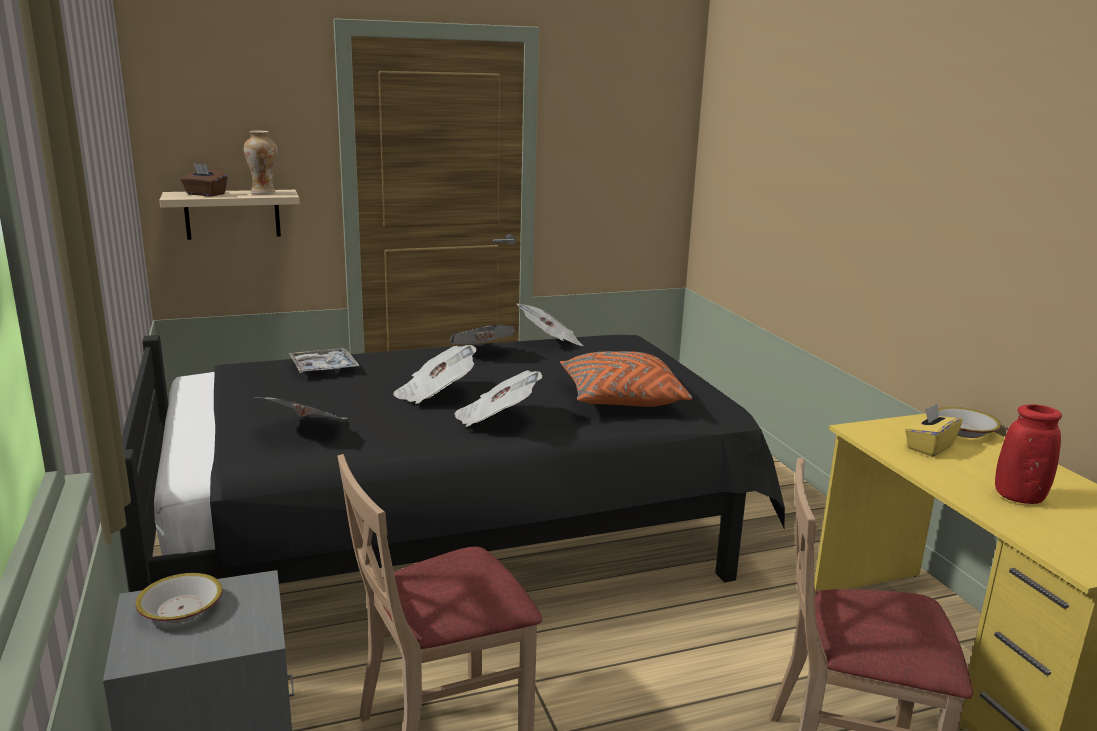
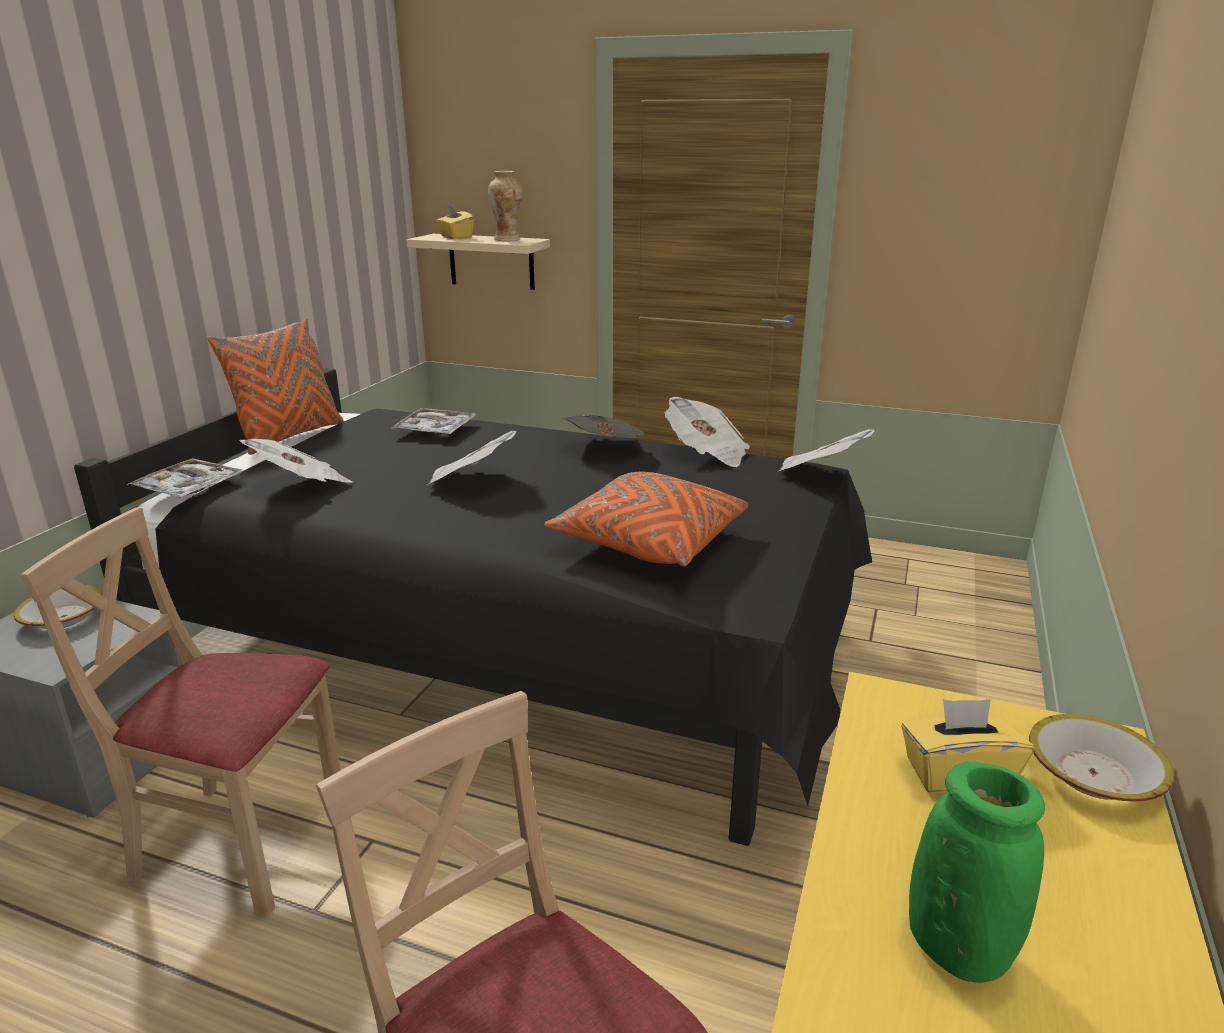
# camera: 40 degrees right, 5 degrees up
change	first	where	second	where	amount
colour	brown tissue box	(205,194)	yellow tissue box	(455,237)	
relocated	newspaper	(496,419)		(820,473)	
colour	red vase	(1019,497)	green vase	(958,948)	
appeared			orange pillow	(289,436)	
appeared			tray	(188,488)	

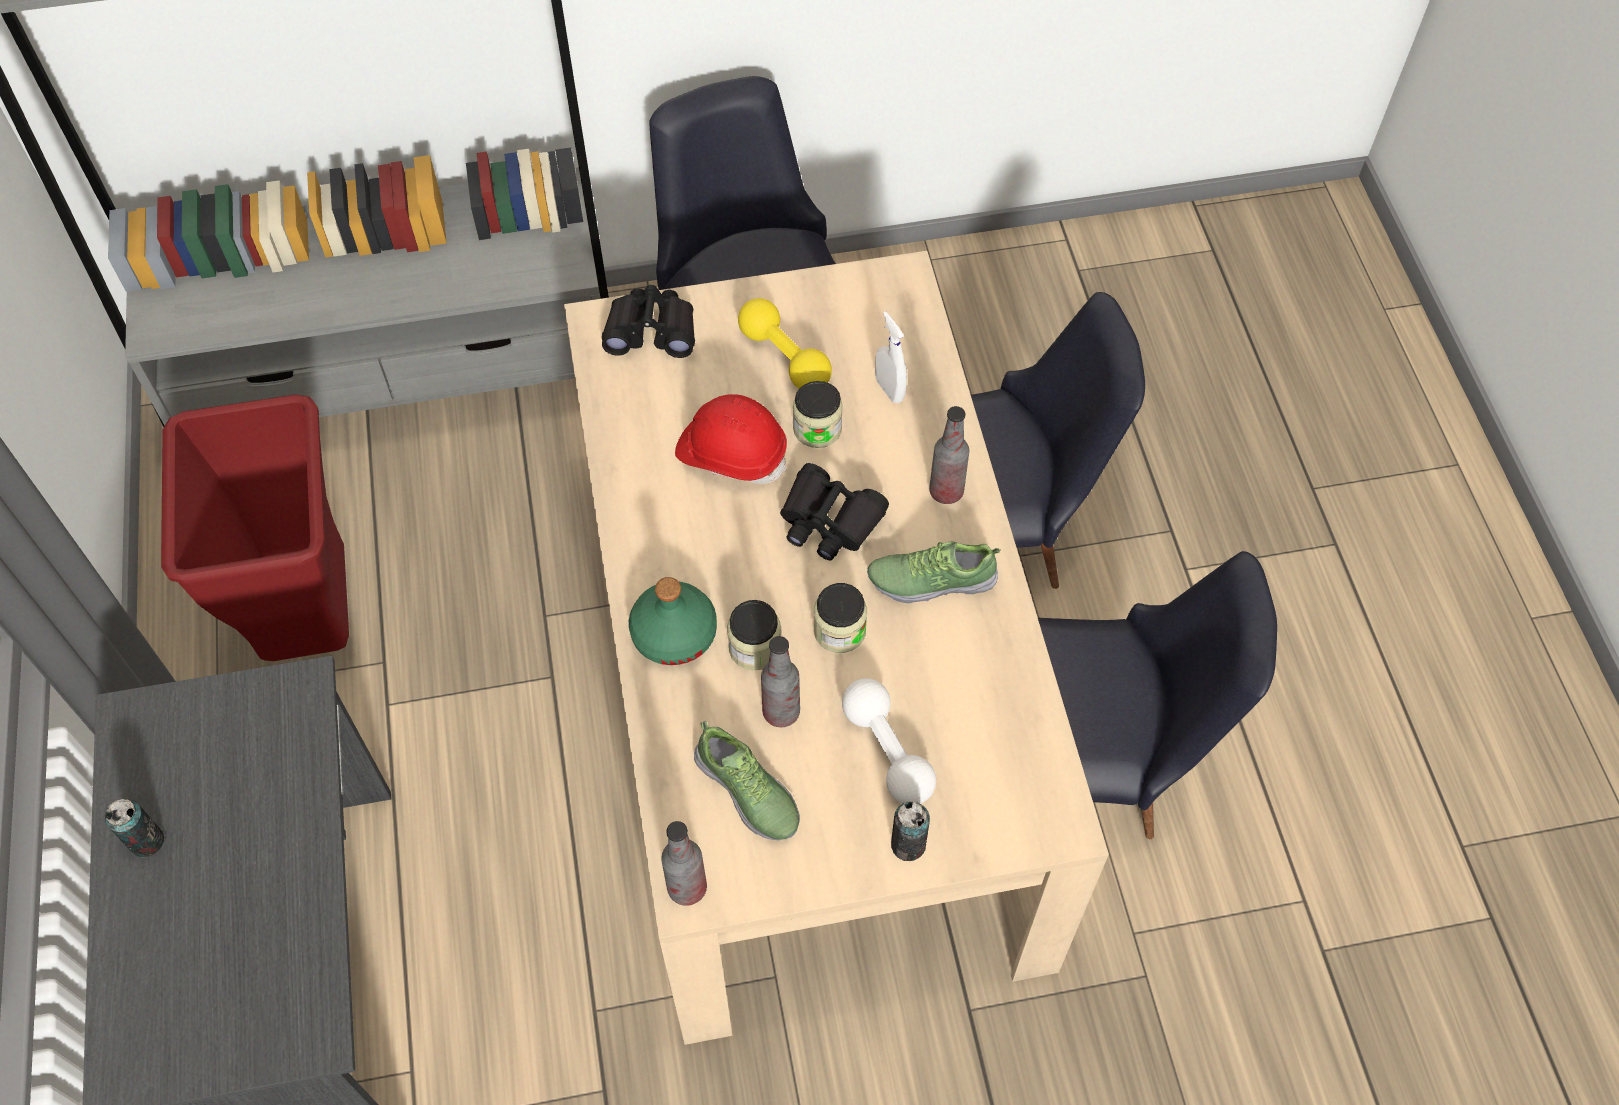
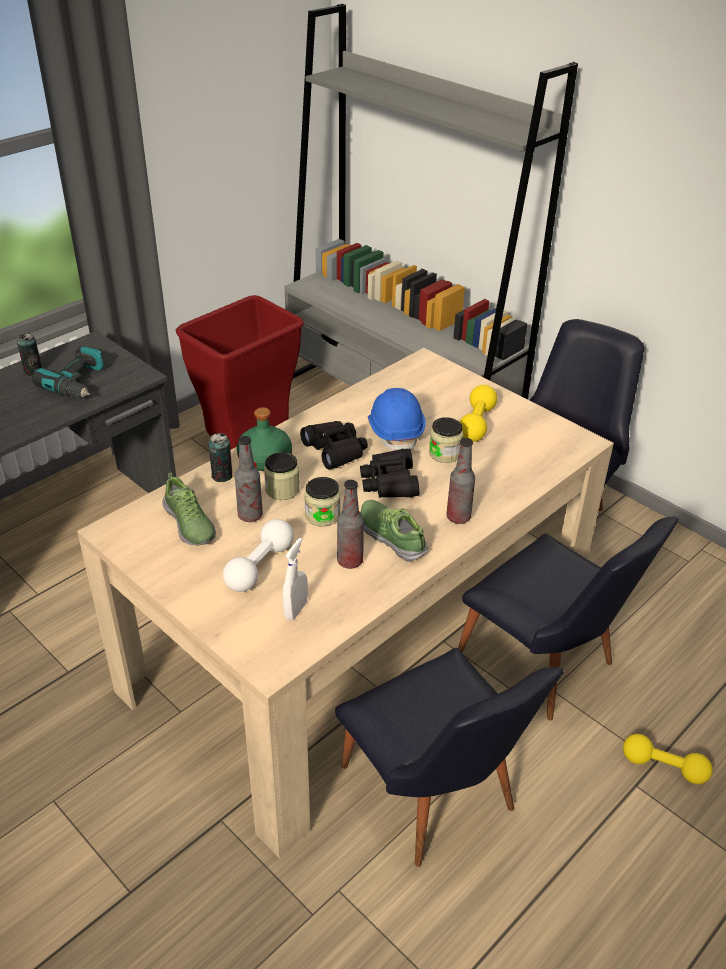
# camera: 55 degrees right, 20 degrees down
change	first	where	second	where	amount
relocated	black binoculars	(651,331)		(335,450)	
relocated	white spray bottle	(889,390)		(296,610)	
colour	red hard hat	(732,453)	blue hard hat	(395,432)	
spun	shoe	(748,792)		(189,525)	45 degrees counterclockwise
relocated	can	(908,845)		(222,476)	
relocated	bottle	(687,888)		(350,561)	
appeared			power drill	(78,383)	
appeared			yellow dumbbell	(663,767)	

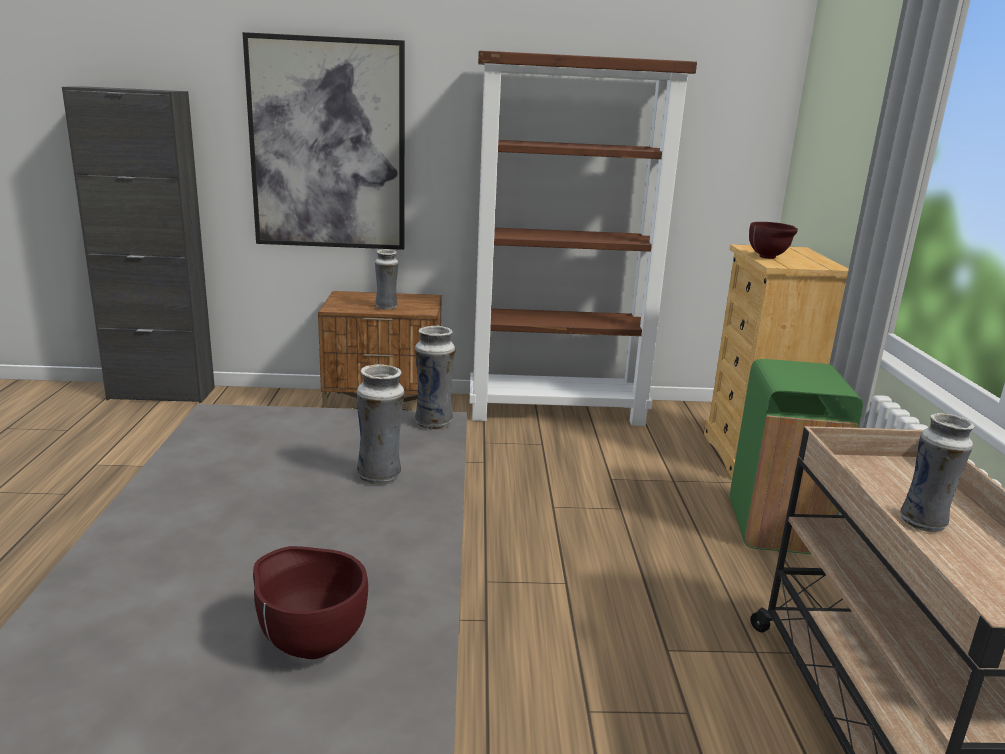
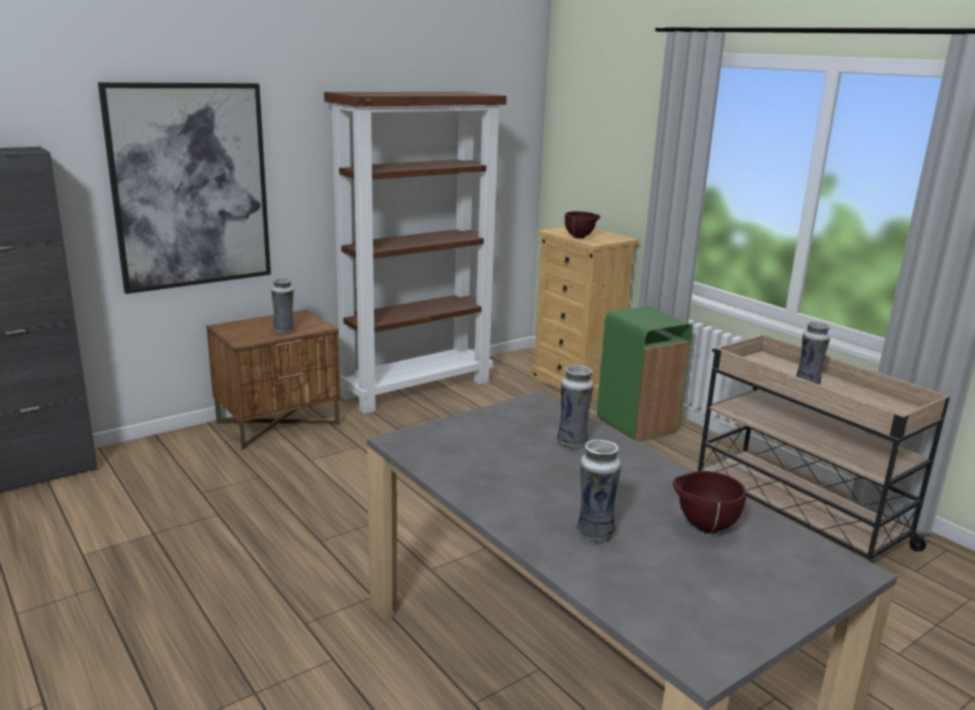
# camera: 35 degrees left, 0 degrees up
change	first	where	second	where	amount
relocated	vase	(434,422)		(594,533)	

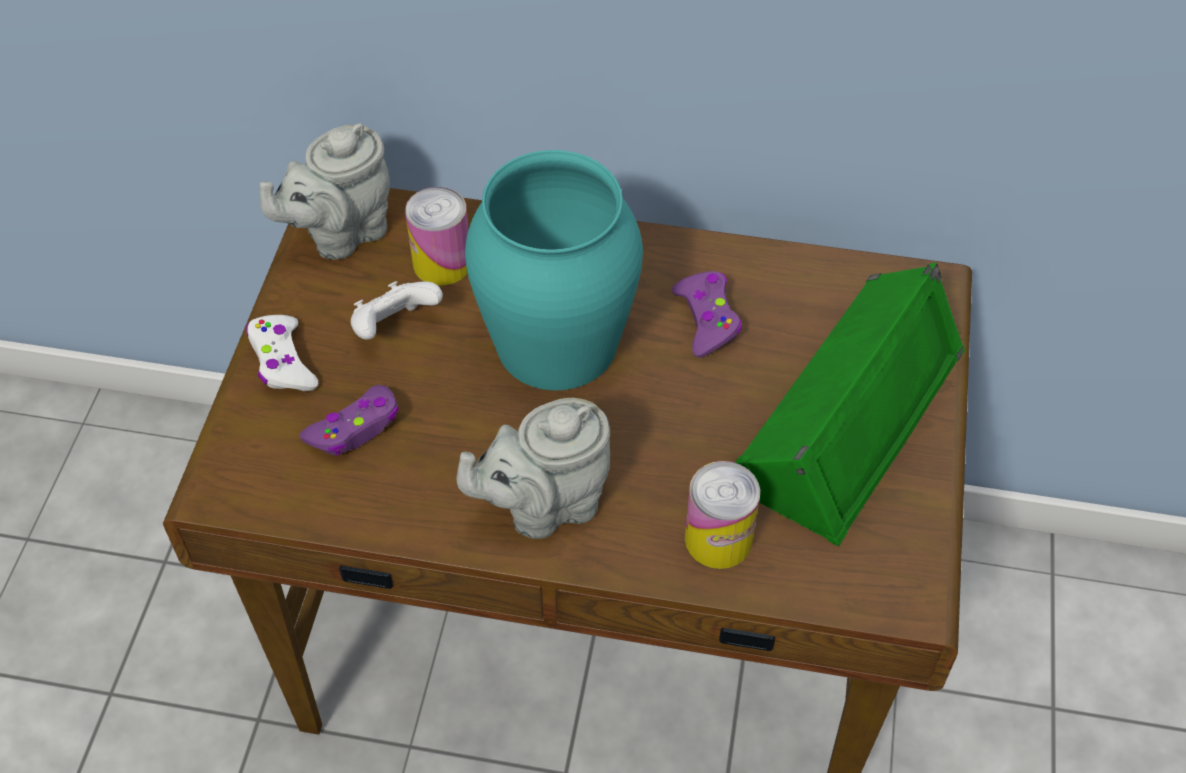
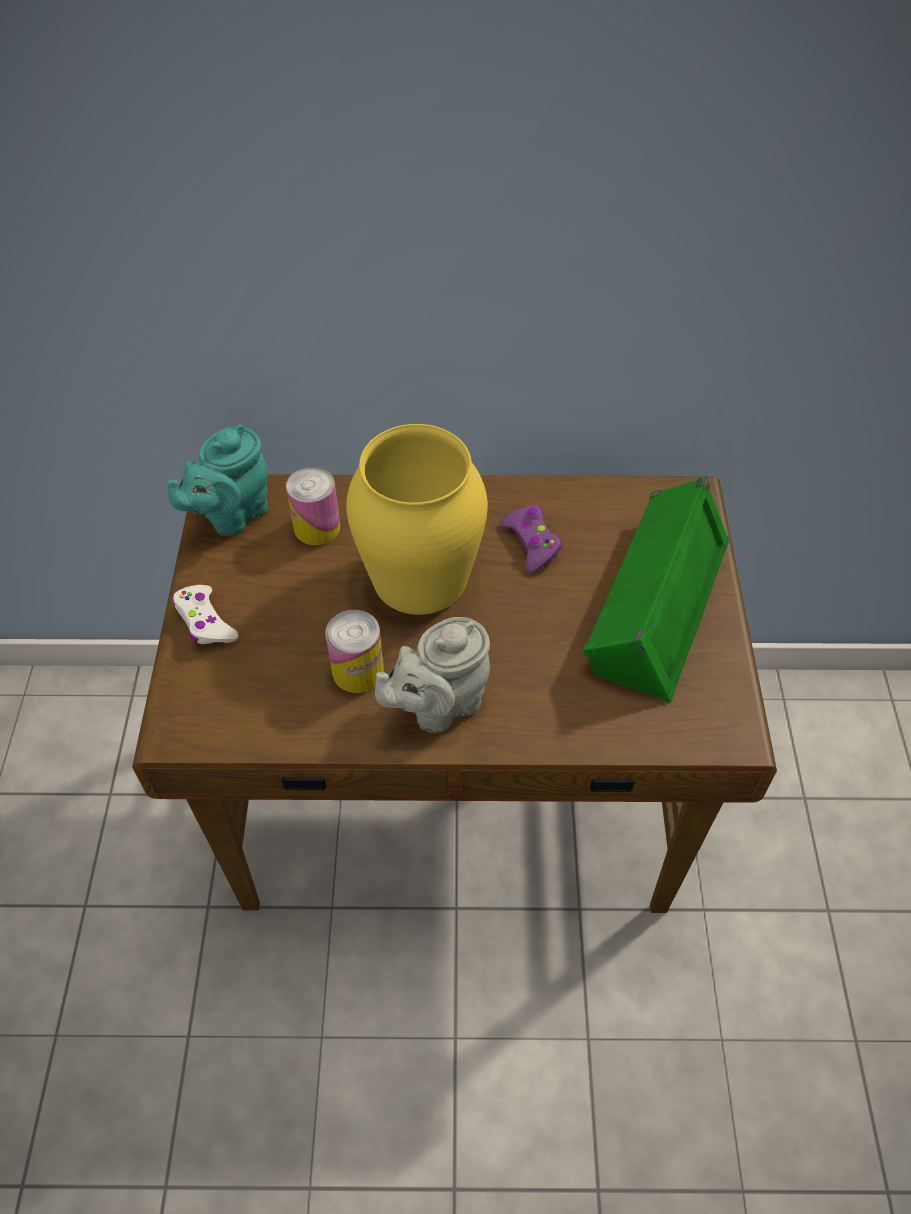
# camera: 10 degrees left, 0 degrees up
change	first	where	second	where	amount
colour	grey teapot	(341,233)	turquoise teapot	(231,515)	
colour	turquoise vase	(555,342)	yellow vase	(418,576)	
missing	white game controller	(394,327)			
missing	purple game controller	(355,428)			
relocated	can	(718,539)		(358,671)	

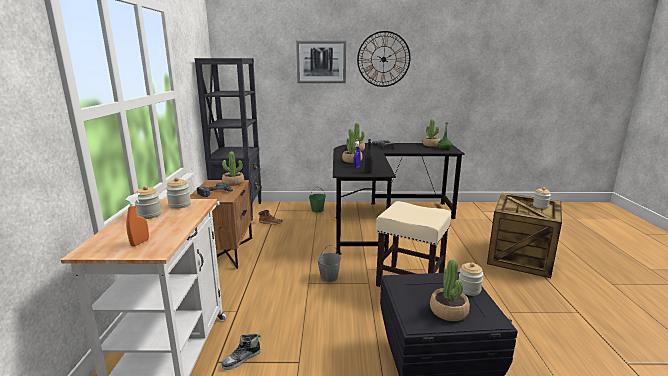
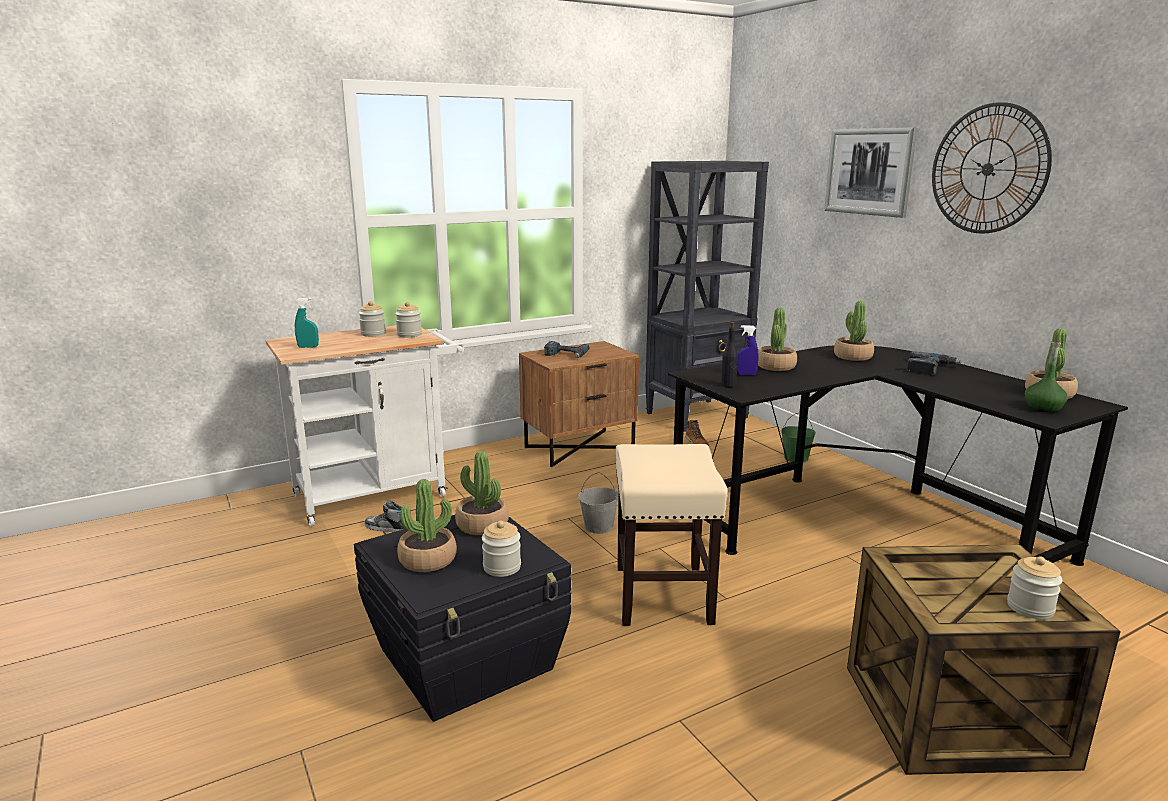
# camera: 60 degrees right, 0 degrees up
change	first	where	second	where	amount
relocated	potted plant	(233,183)		(482,525)	
colour	orange spray bottle	(140,243)	turquoise spray bottle	(308,347)	

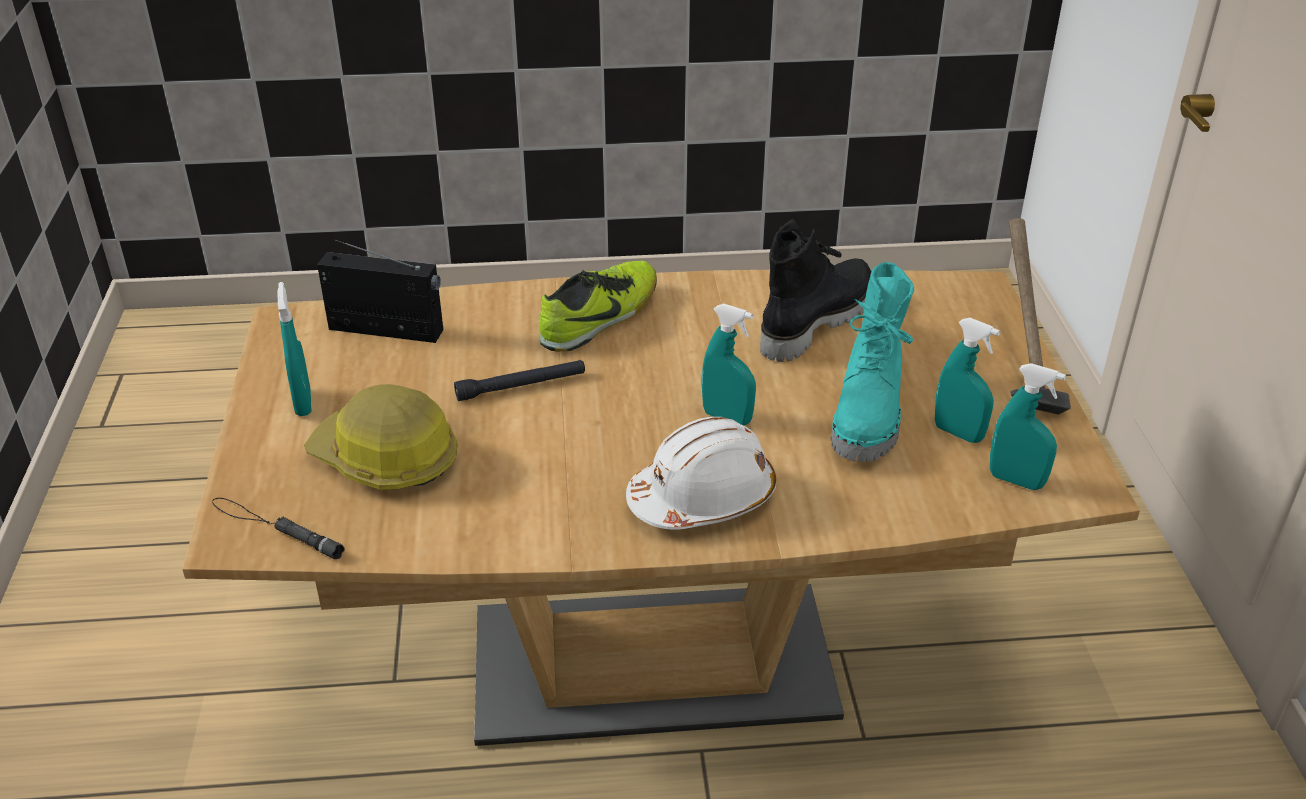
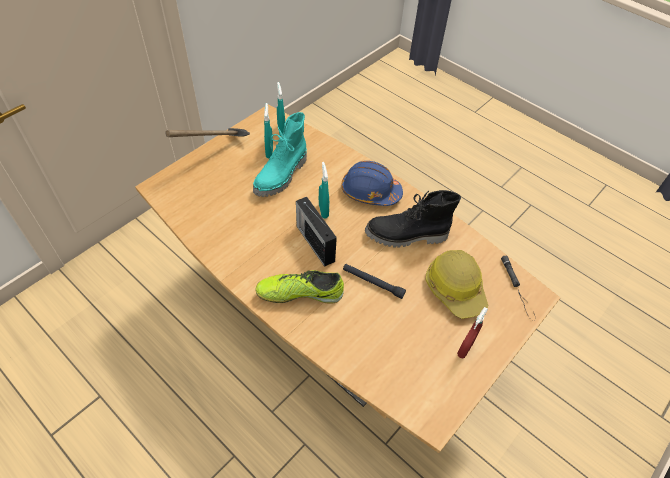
# camera: 135 degrees left, 15 degrees up
change	first	where	second	where	amount
relocated	black boot	(814,322)		(406,236)	
relocated	radio	(388,330)		(315,242)	
spun	turquoise boot	(870,416)		(282,176)	150 degrees clockwise
colour	turquoise spray bottle	(303,403)	red spray bottle	(465,348)	
colour	white hard hat	(703,497)	blue hard hat	(370,192)	

